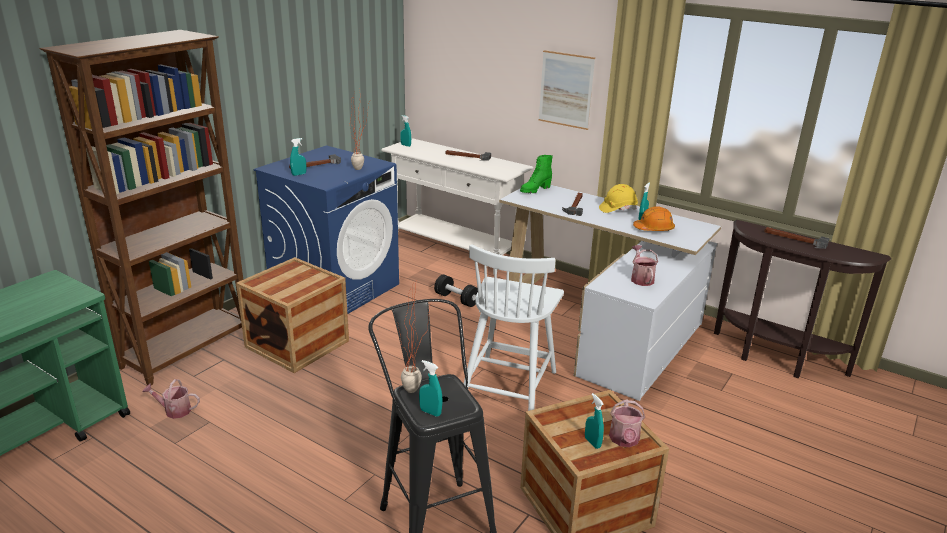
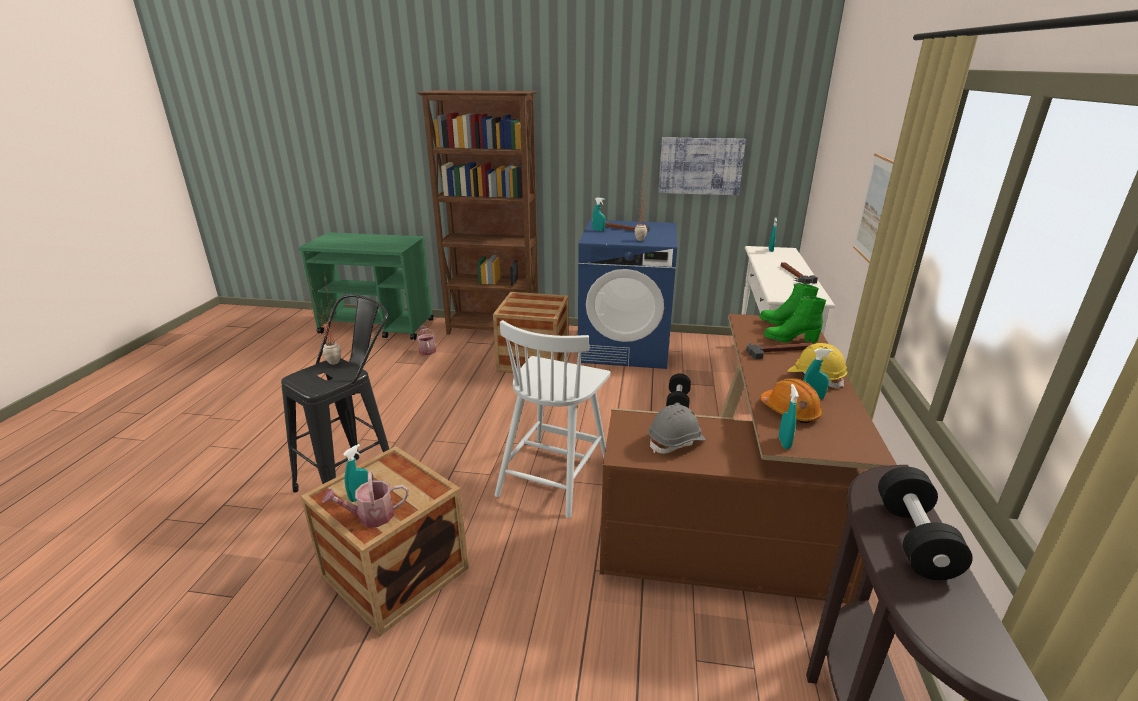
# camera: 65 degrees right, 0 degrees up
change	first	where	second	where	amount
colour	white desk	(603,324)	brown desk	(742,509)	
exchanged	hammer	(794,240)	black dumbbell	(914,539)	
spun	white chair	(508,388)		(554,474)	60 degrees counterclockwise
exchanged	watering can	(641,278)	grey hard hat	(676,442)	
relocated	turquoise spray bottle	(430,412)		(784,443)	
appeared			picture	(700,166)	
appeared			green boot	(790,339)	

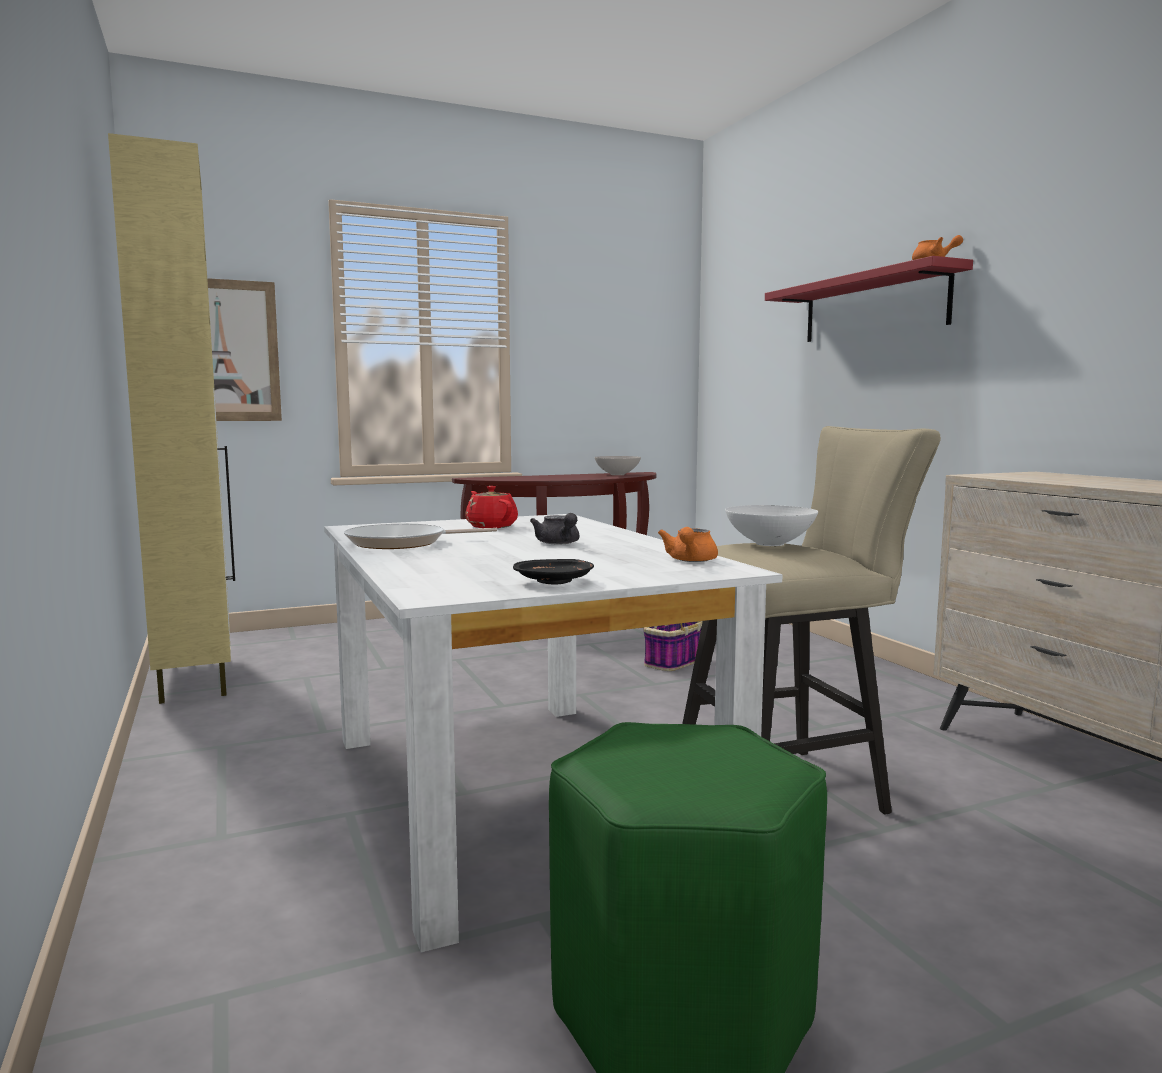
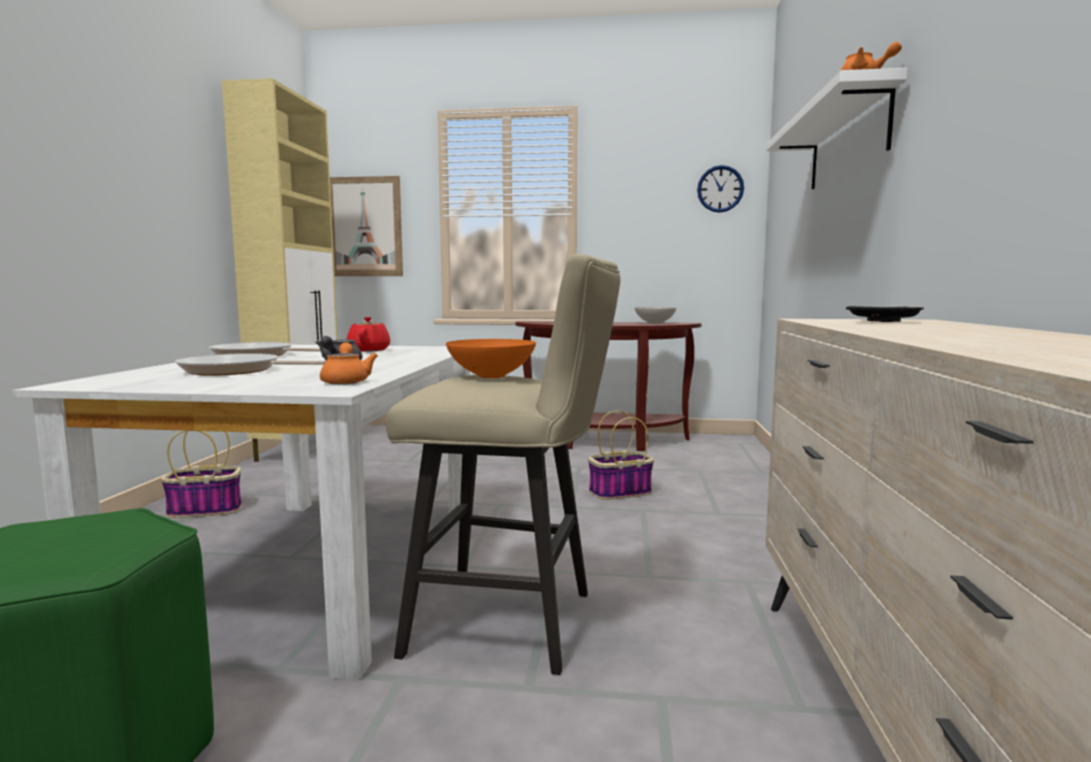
# camera: 30 degrees right, 0 degrees up
change	first	where	second	where	amount
colour	red shelf	(873,307)	white shelf	(847,142)	
colour	white bowl	(770,544)	orange bowl	(490,376)	
spun	orange teapot	(690,561)		(346,381)	120 degrees clockwise
relocated	black plate	(555,582)		(884,322)	
appeared			wall clock	(720,189)	
appeared			frying pan	(235,371)	
appeared			basket	(207,510)	

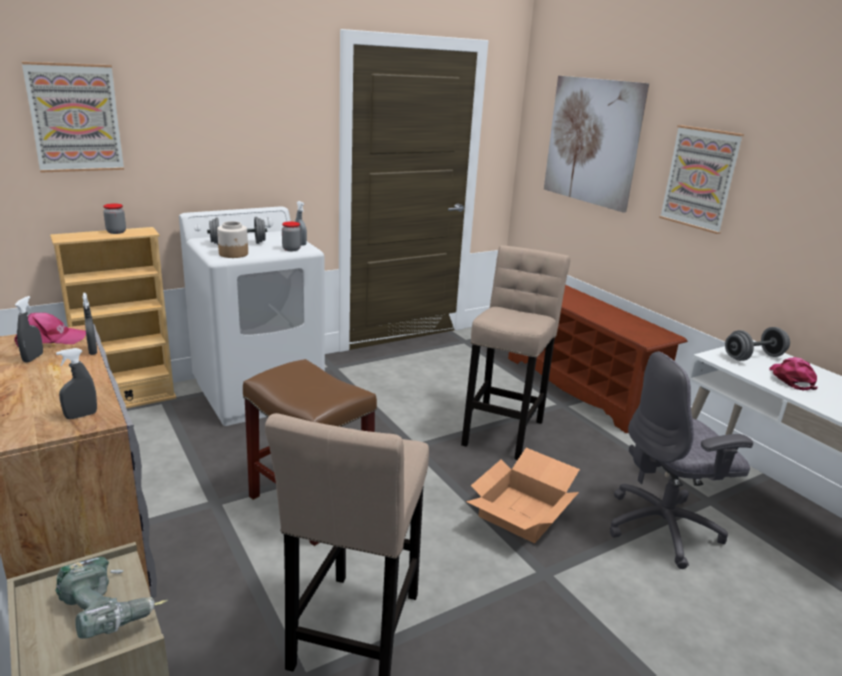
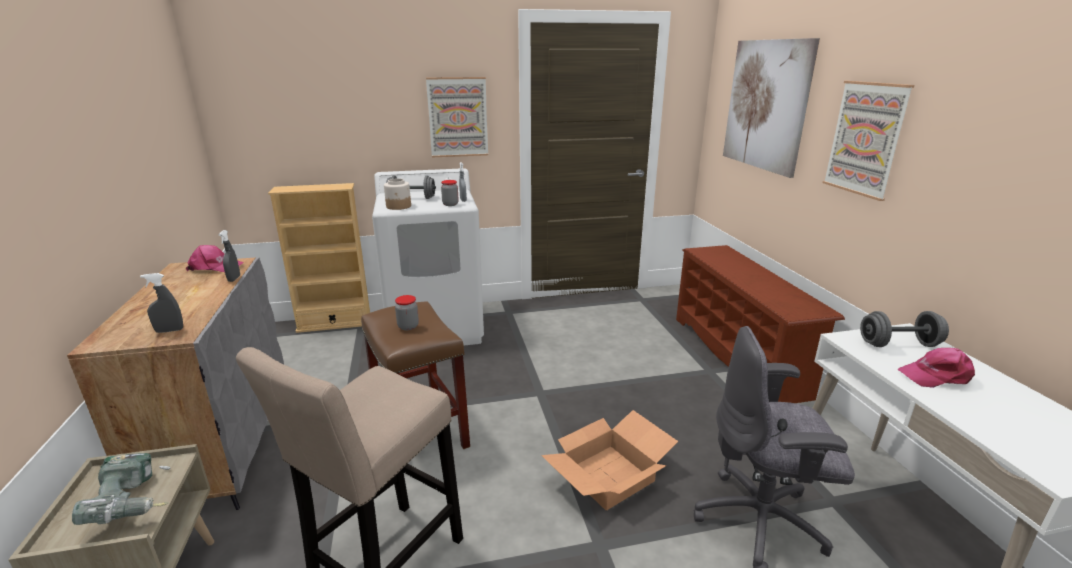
# camera: 20 degrees right, 0 degrees up
change	first	where	second	where	amount
relocated	picture	(75,118)		(458,117)	
relocated	jar	(116,232)		(408,326)	
missing	beige stool	(504,430)			
missing	grey spray bottle	(33,358)			
spun	pink cap	(791,379)		(936,376)	120 degrees counterclockwise

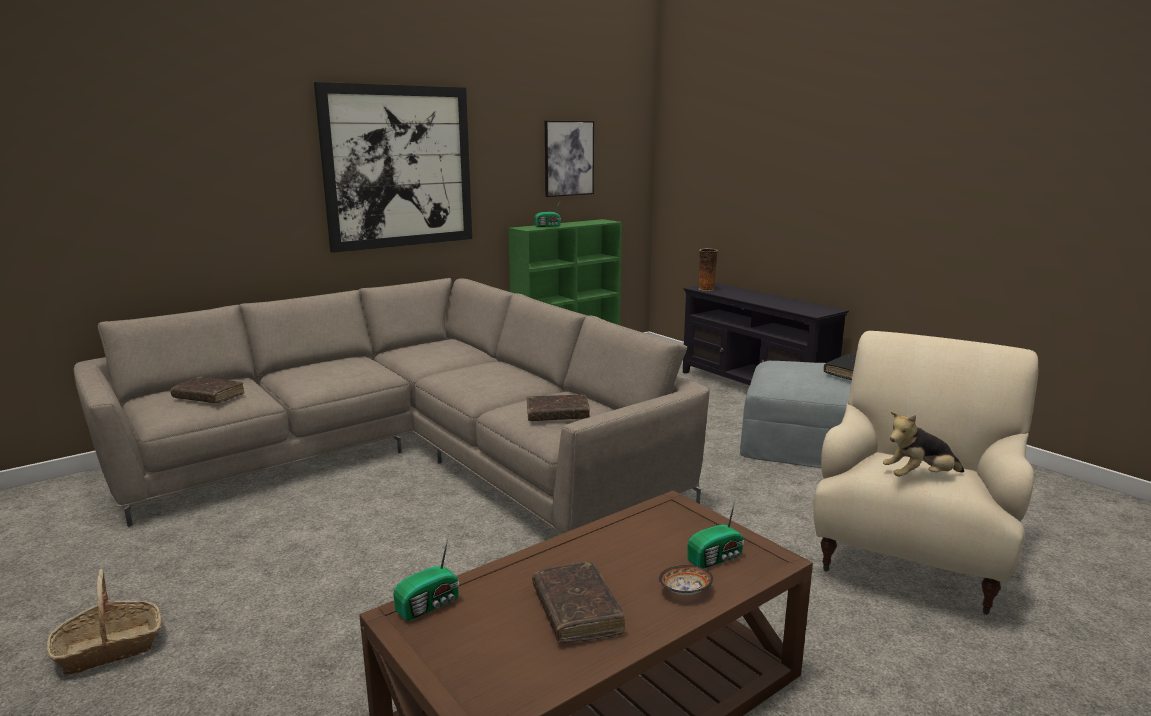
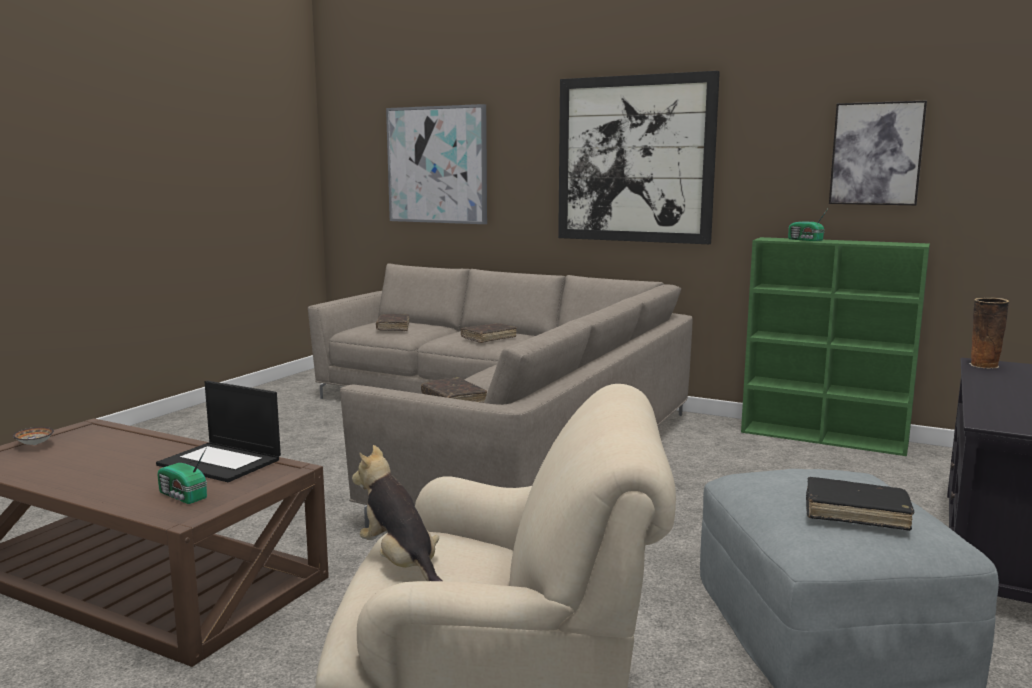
# camera: 65 degrees right, 5 degrees down
change	first	where	second	where	amount
missing	radio	(430,605)			
relocated	brown book	(576,611)		(488,338)	
relocated	bowl	(684,591)		(35,444)	
missing	basket	(110,648)			
appeared			picture	(437,165)	
appeared			laptop	(221,462)	

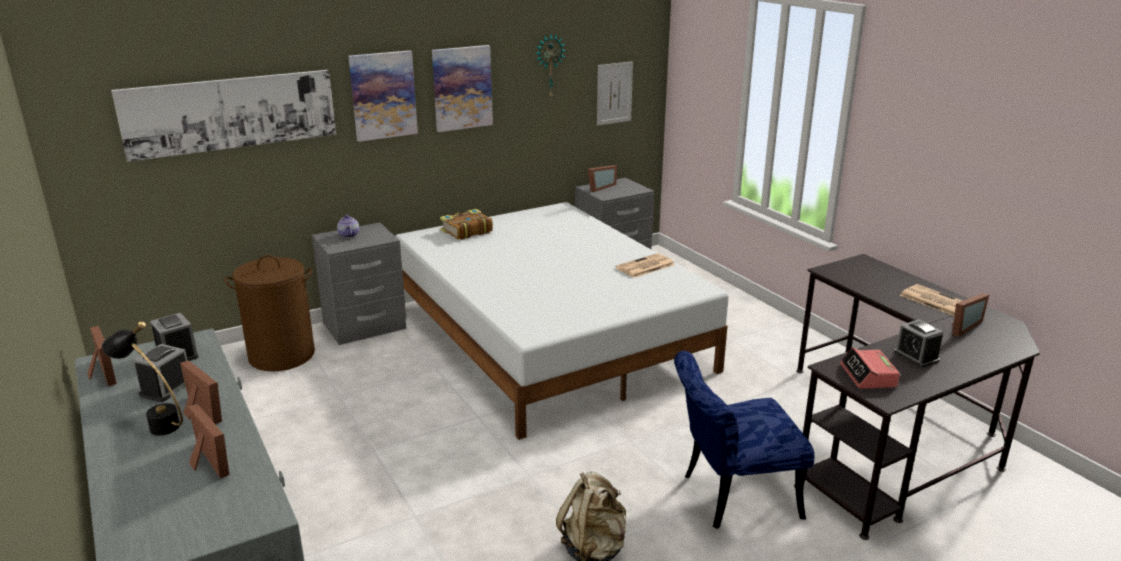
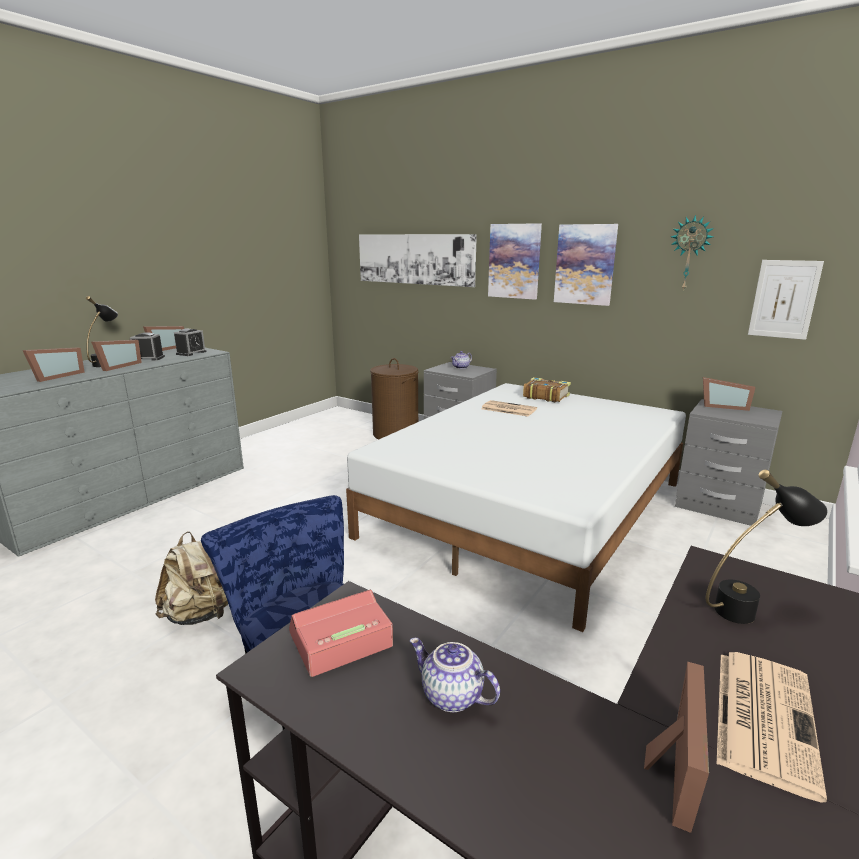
# camera: 65 degrees right, 5 degrees down
change	first	where	second	where	amount
relocated	newspaper	(645,267)		(508,409)	
spun	picture frame	(960,327)		(667,770)	90 degrees counterclockwise
exchanged	alarm clock	(916,356)	teapot	(450,696)	
appeared			black table lamp	(749,608)	

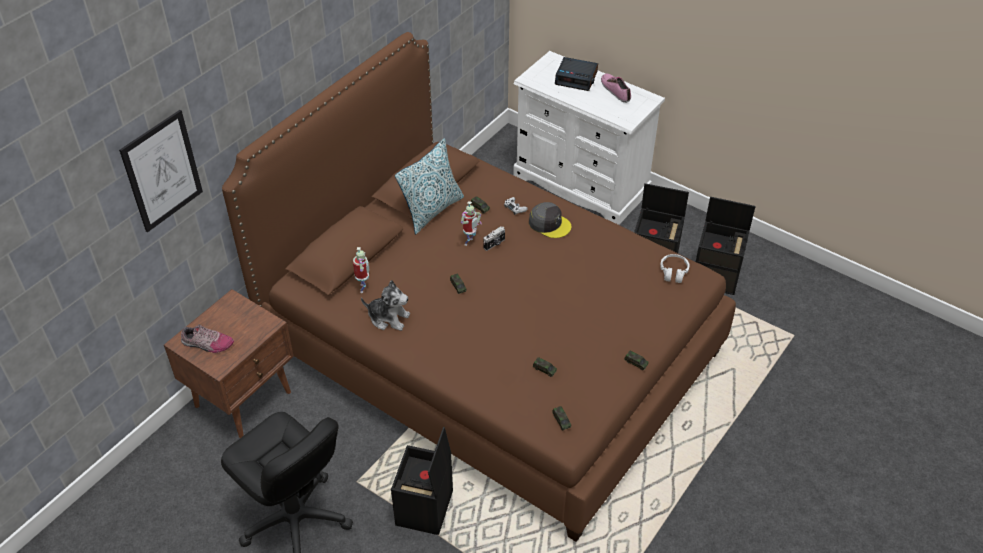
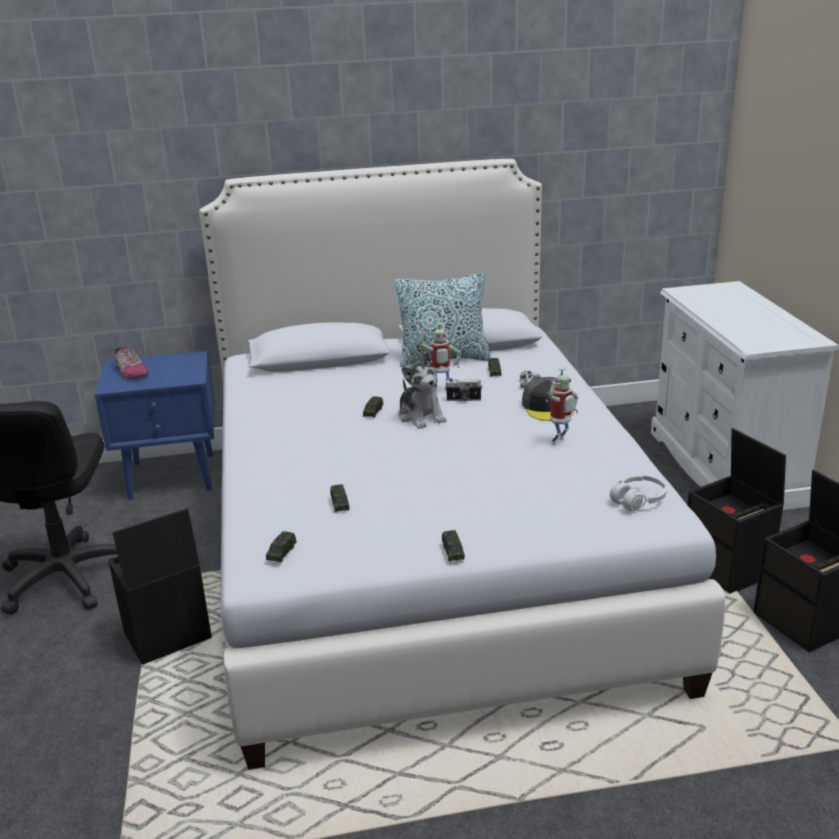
# camera: 45 degrees right, 20 degrees down
change	first	where	second	where	amount
colour	brown bed	(490,350)	white bed	(423,550)	
missing	alarm clock	(576,78)			
missing	shoe	(615,90)			
missing	picture	(162,171)			
relocated	toy robot	(363,288)		(559,442)	
relocated	plush toy	(388,318)		(421,416)	
colour	brown nightstand	(244,398)	blue nightstand	(173,476)	

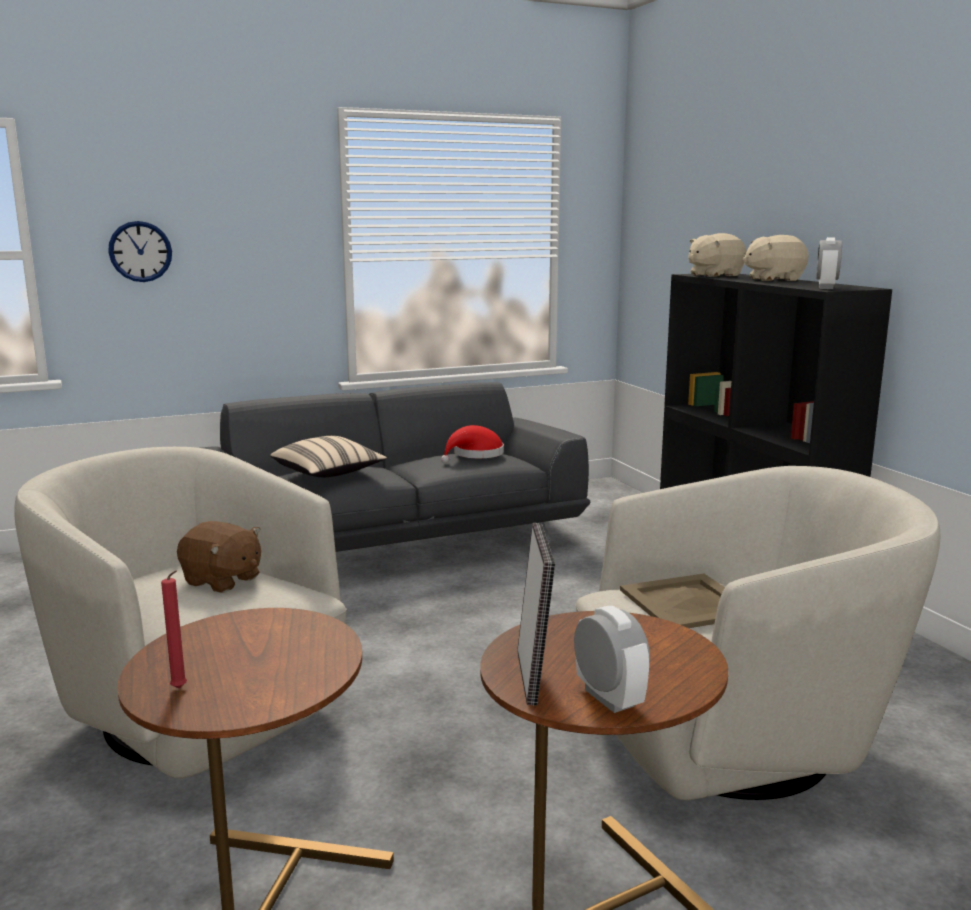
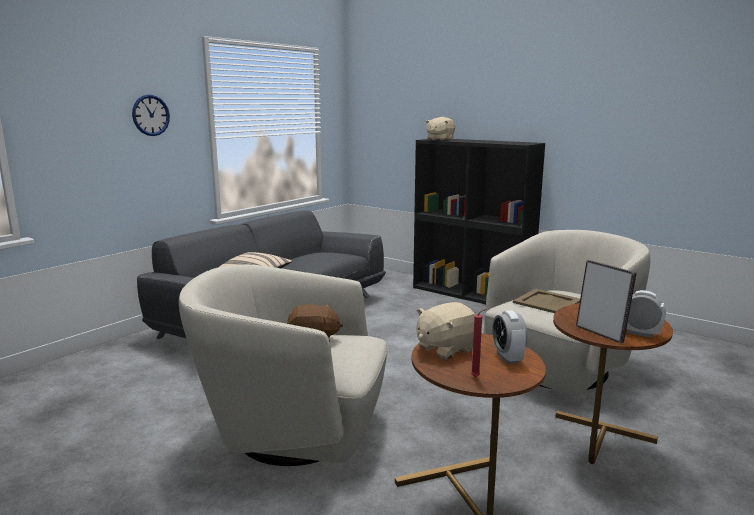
# camera: 30 degrees left, 0 degrees up
change	first	where	second	where	amount
relocated	wall clock	(140,251)		(151,115)	
relocated	beige plush toy	(773,279)		(446,348)	
relocated	alarm clock	(826,288)		(507,358)	
missing	red hat	(475,455)			

